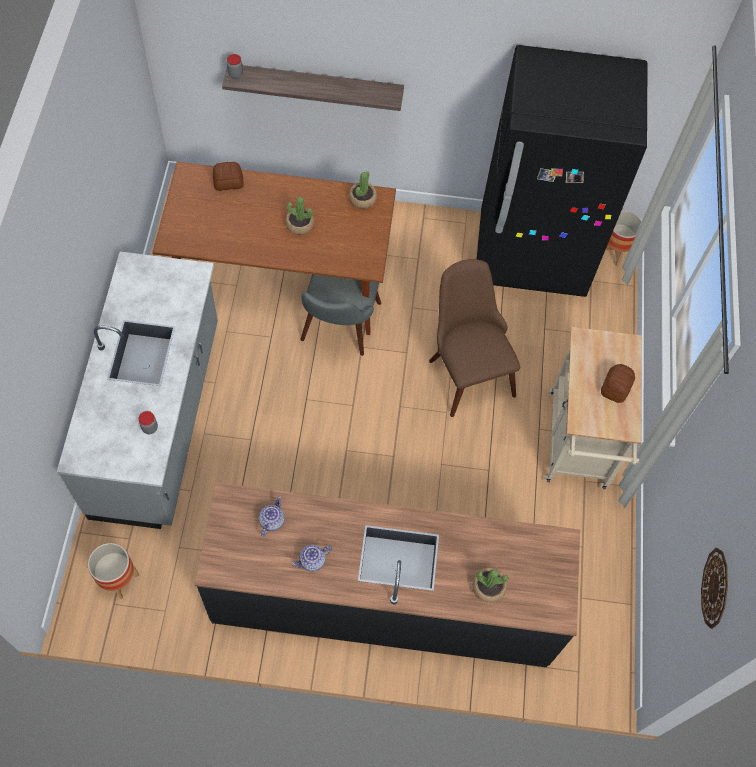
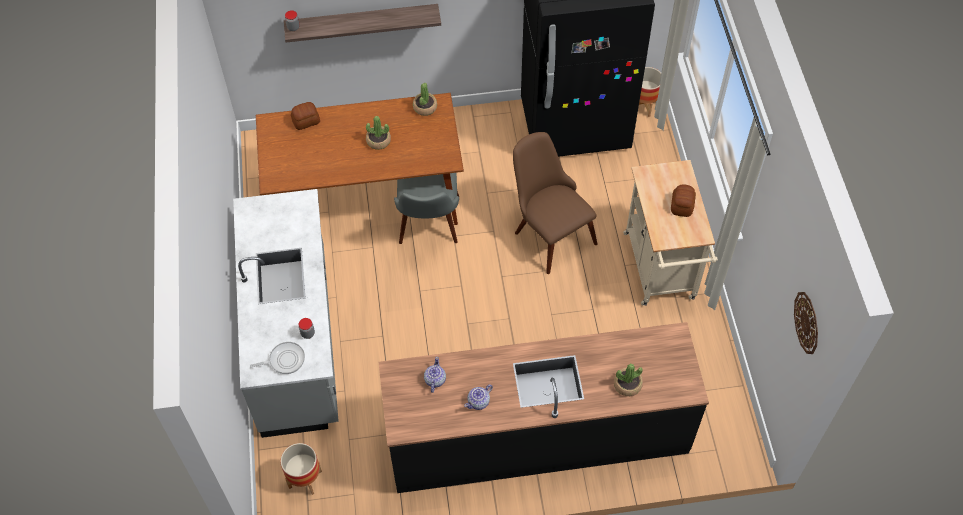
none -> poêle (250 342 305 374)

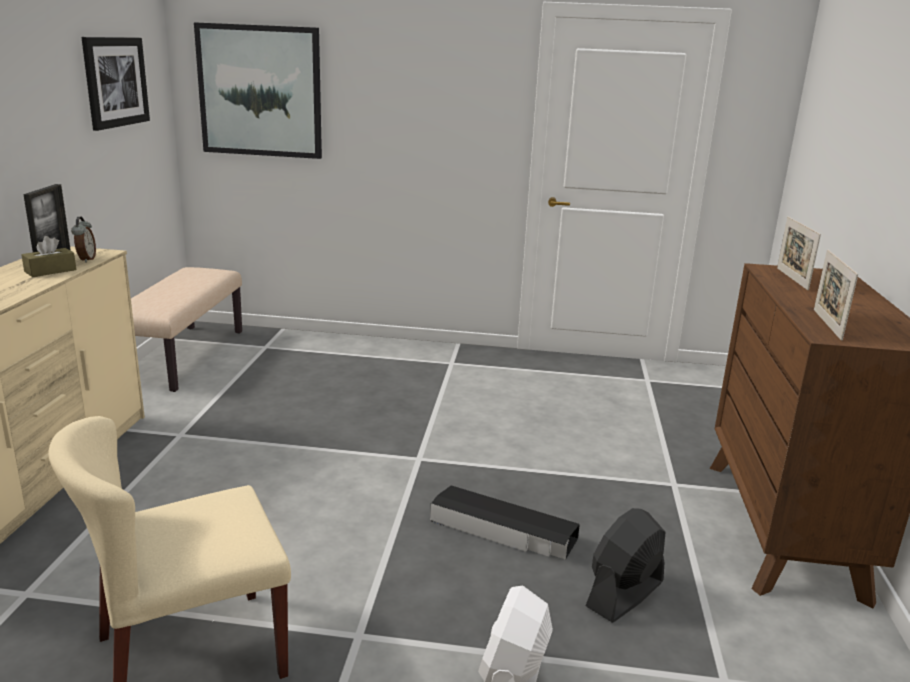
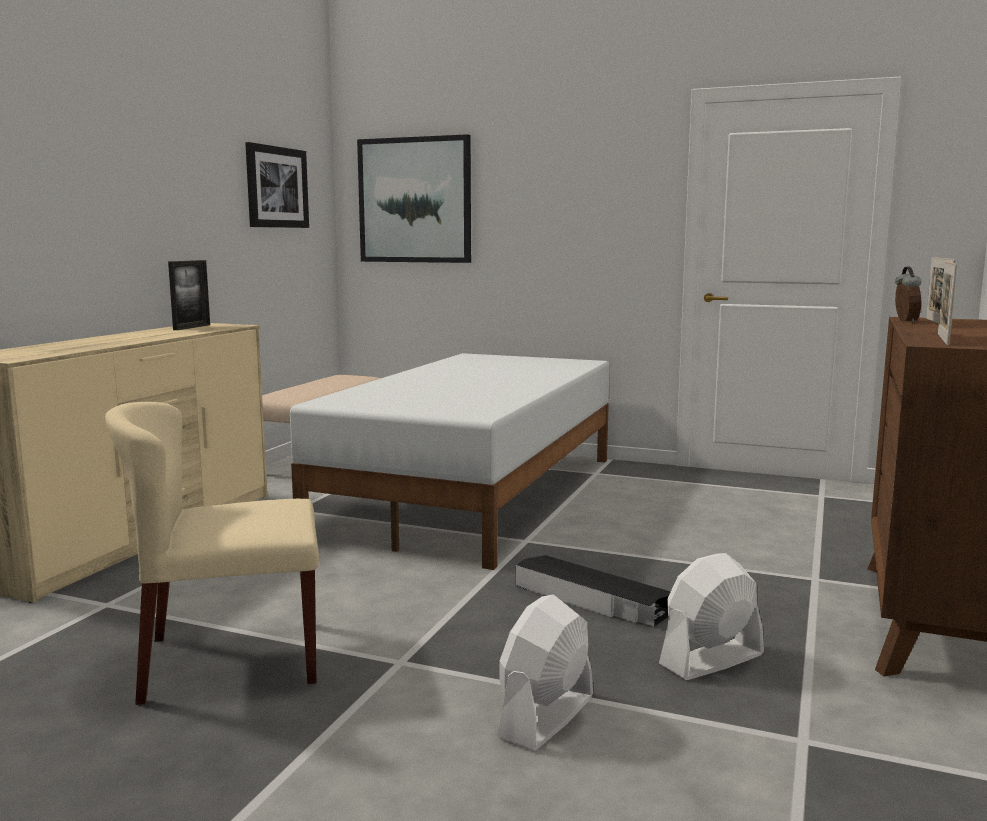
boîte à mouchoirs/marron (21 236 77 277) -> none
none -> lit/blanc (290 353 609 570)
réveil (71 217 96 263) -> réveil (895 266 921 323), relocated
ventilateur/noir (586 508 666 623) -> ventilateur/blanc (659 553 764 680)

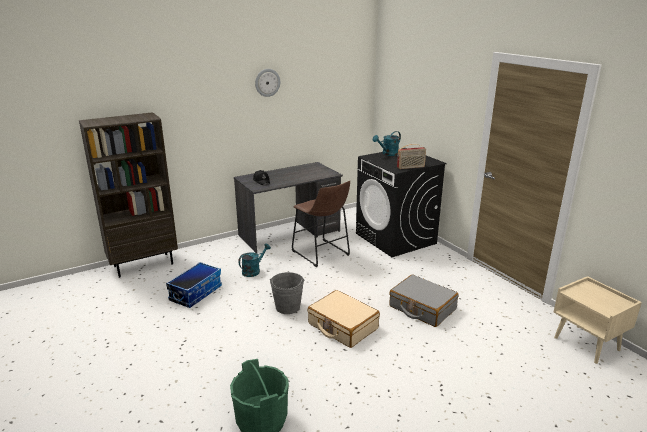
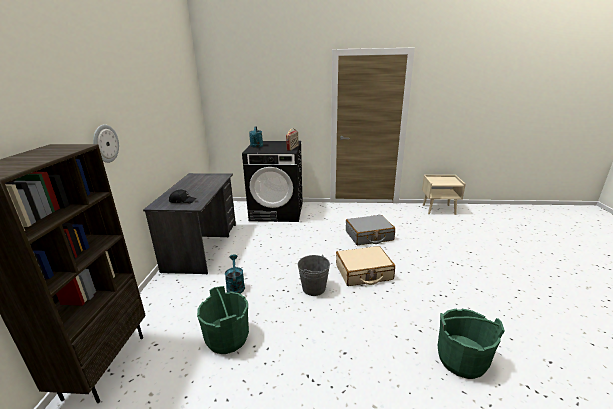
tabouret/marron (292 181 350 267) -> none
horloge murale (255 69 280 97) -> horloge murale (93 124 119 163), relocated
boîte de rangement (166 262 222 308) -> seau/vert (197 286 249 354)

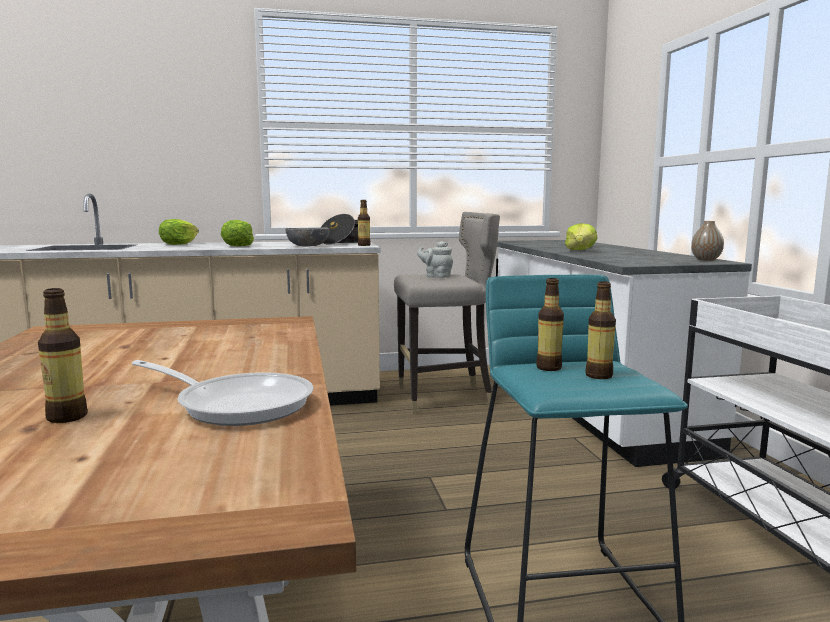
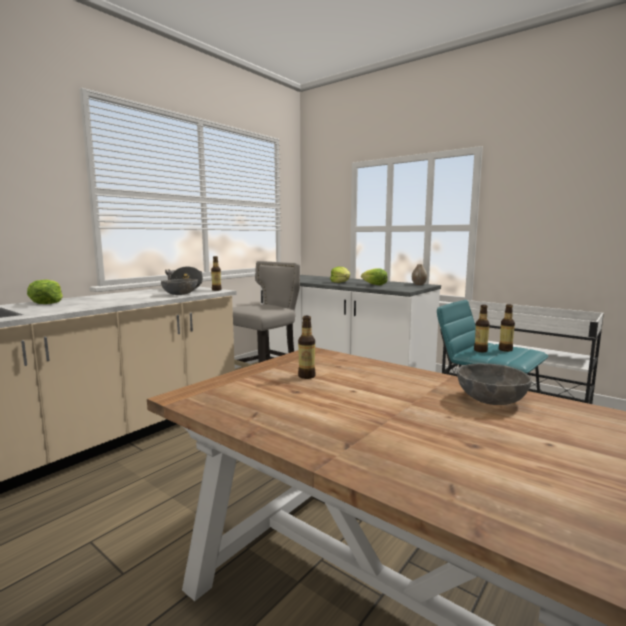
théière/gris (417 241 453 278) -> none
bouteille (38 288 88 423) -> bouteille (298 316 316 379), relocated
laitue (221 220 254 246) -> laitue (361 268 388 285), relocated
poêle (131 360 314 426) -> bol/gris (457 364 532 405)

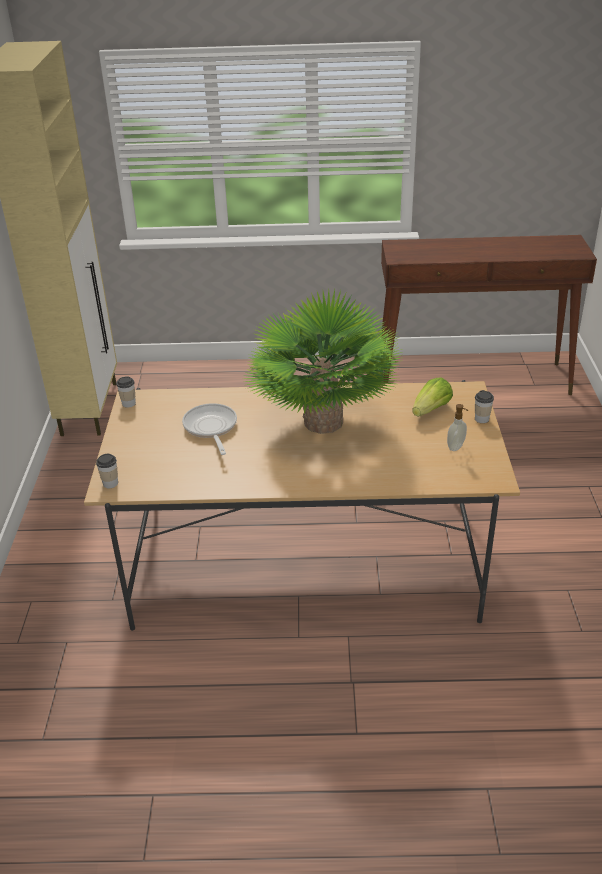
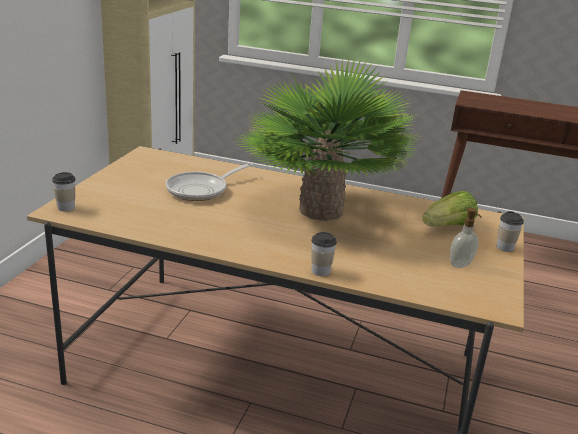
tasse (116 376 136 408) -> tasse (311 232 337 276), relocated
poêle (182 403 237 455) -> poêle (166 162 255 201), 135 degrees counterclockwise

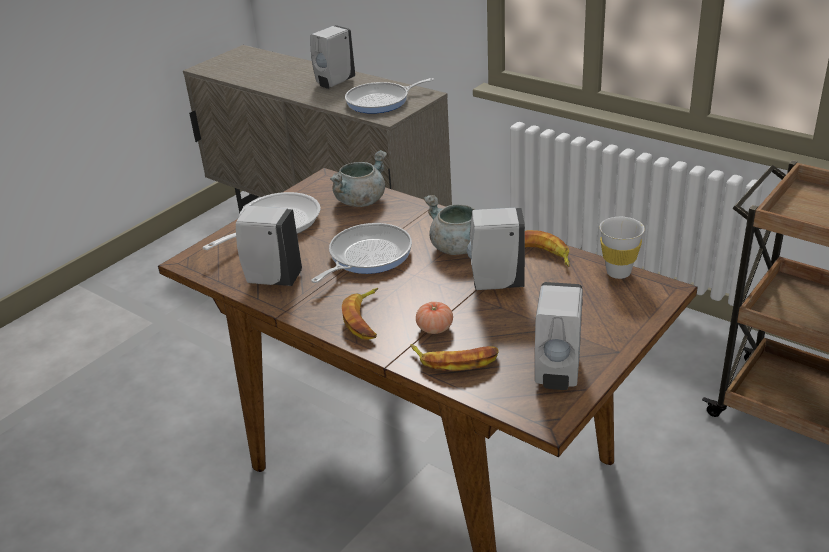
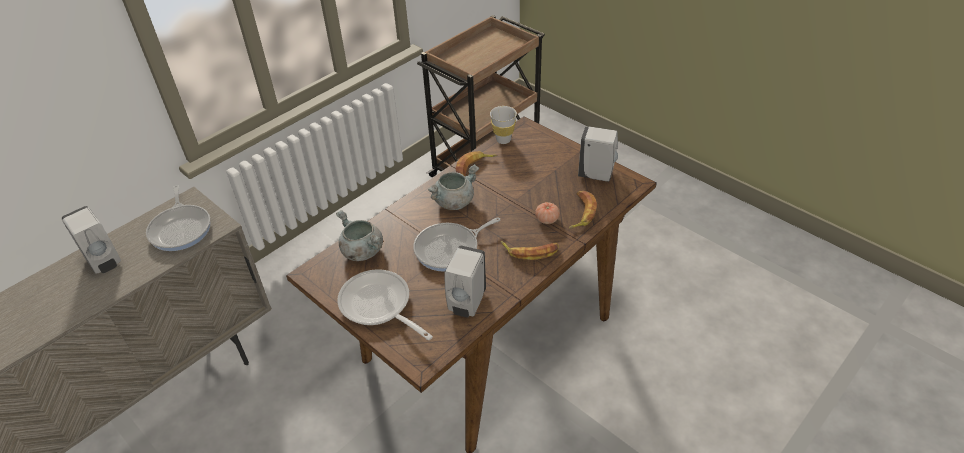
distributeur de savon/blanc (467 207 525 290) -> none
poêle (311 223 412 283) -> poêle (414 217 500 272), 75 degrees counterclockwise

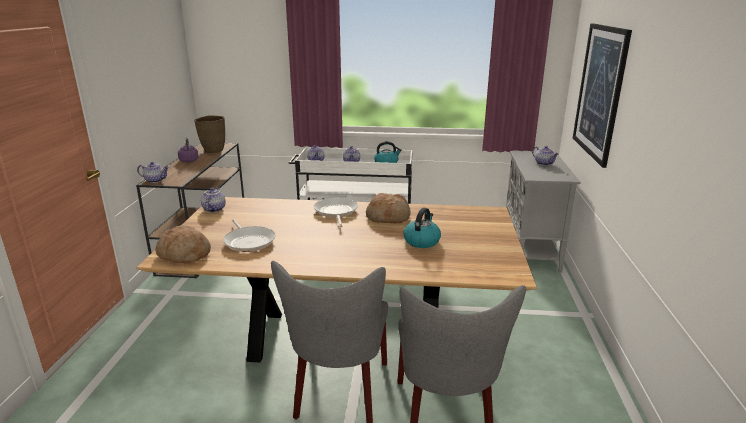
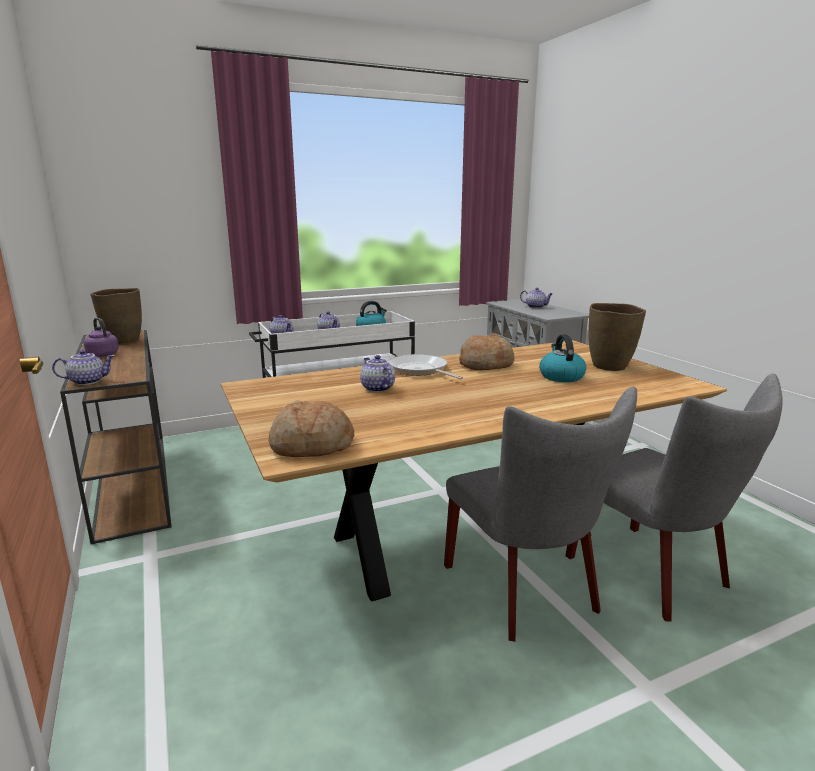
poêle (223 219 276 252) -> none
tableau (573 24 632 168) -> none
none -> vase/marron (588 303 646 371)
théière (201 187 226 212) -> théière (360 355 395 392), relocated

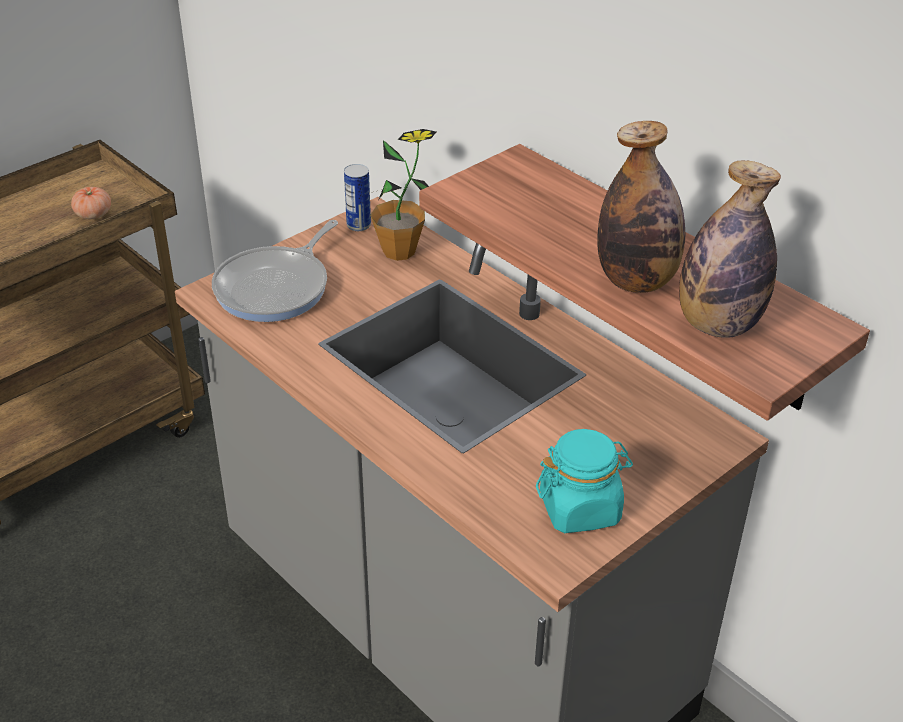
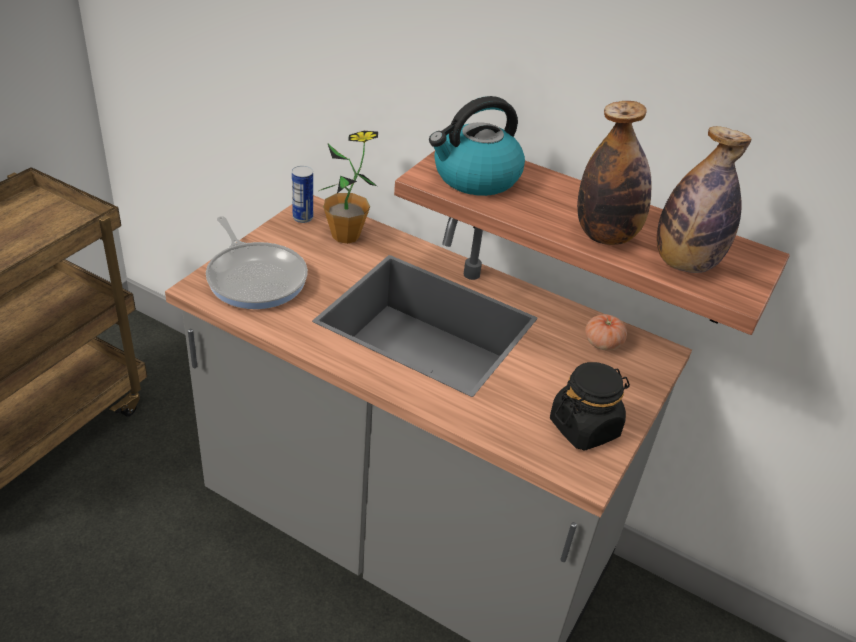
none -> bouilloire (429 96 525 196)
tomate (71 187 111 219) -> tomate (585 314 627 351), relocated
bocal/turquoise (536 429 633 533) -> bocal/noir (550 362 630 451)
poêle (212 220 338 322) -> poêle (206 216 308 309), 45 degrees counterclockwise

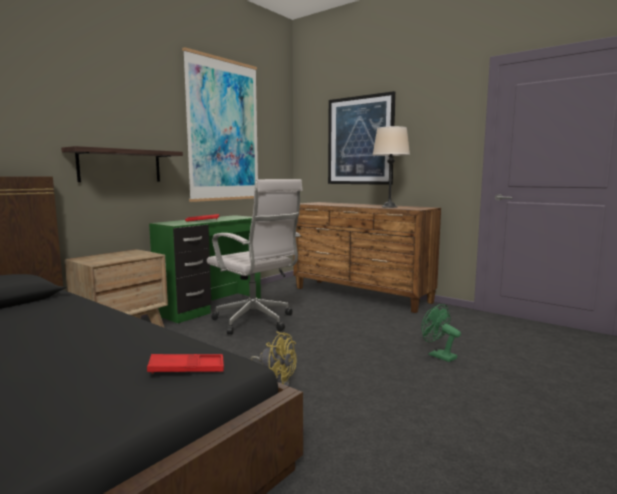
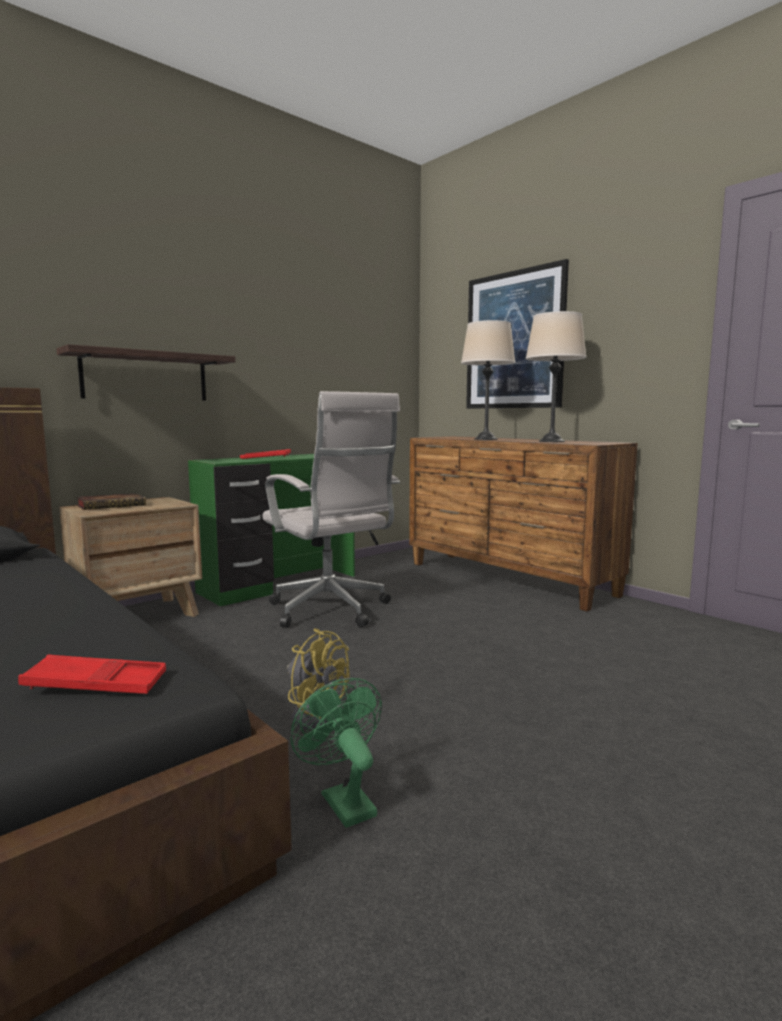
tableau (182 47 258 202) -> none
none -> livre (76 494 146 510)
none -> lampe de table/beige (461 320 516 440)
ventilateur/vert (421 304 461 362) -> ventilateur/vert (290 678 382 828), relocated

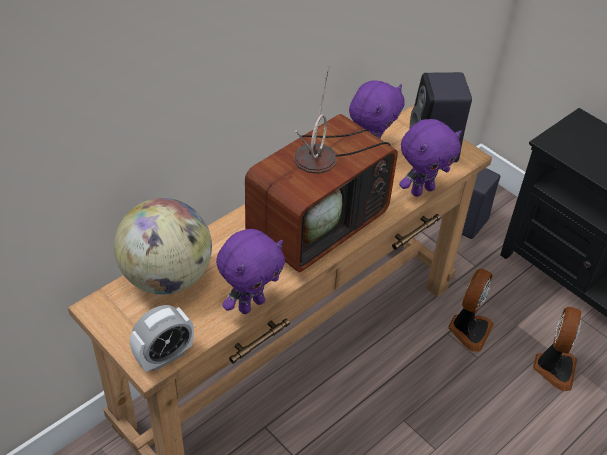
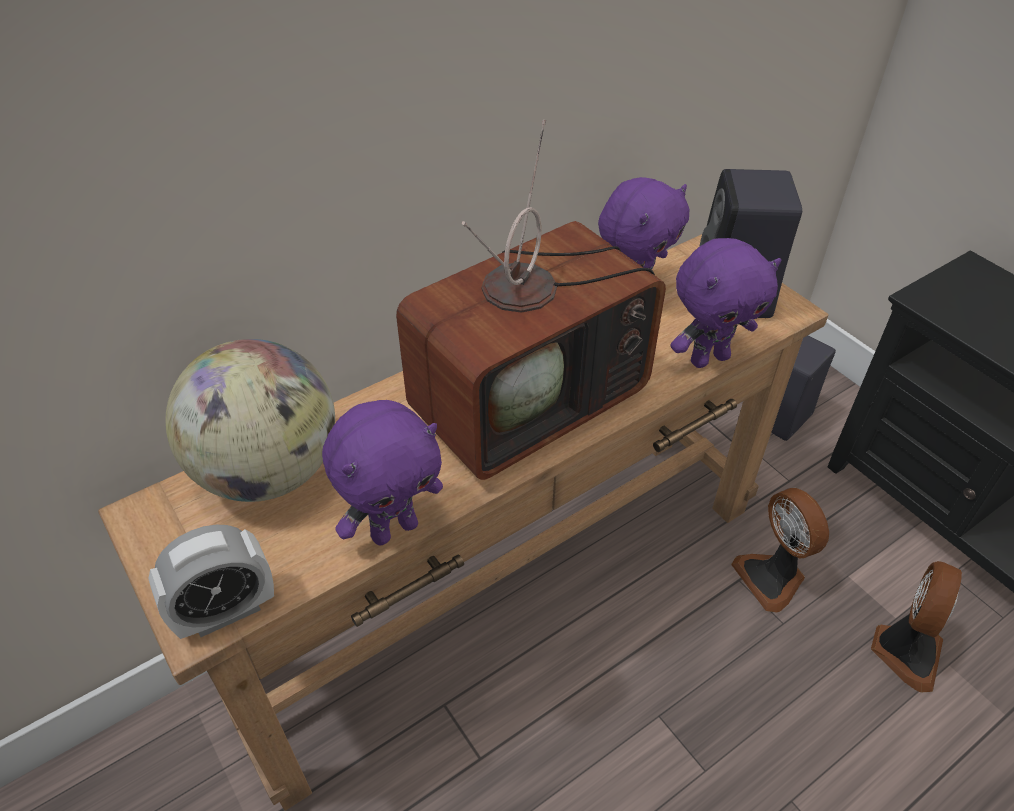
ventilateur (448 269 494 352) -> ventilateur (731 488 829 613), 120 degrees clockwise

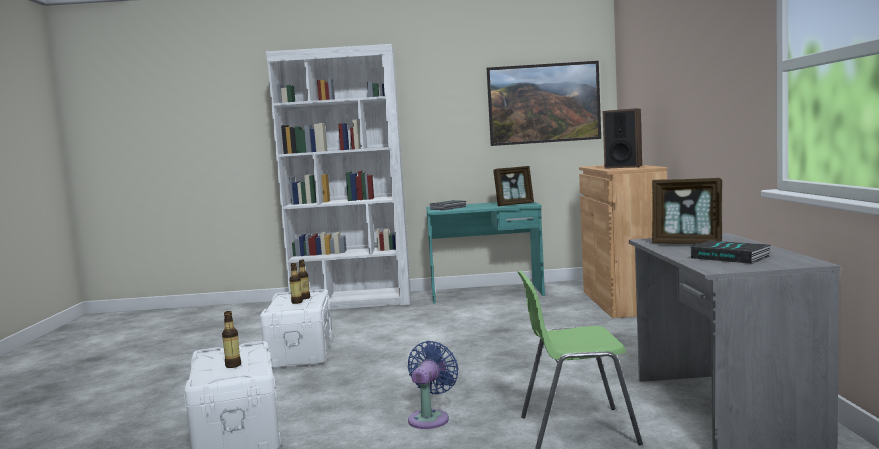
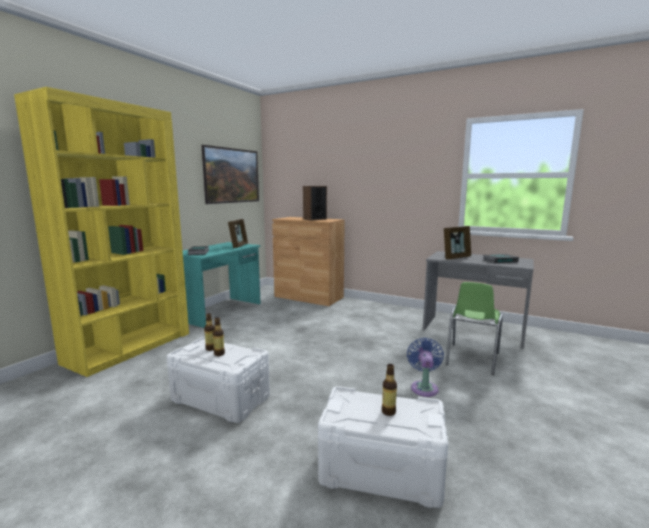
bibliothèque/blanc (266 44 411 310) -> bibliothèque/jaune (14 87 189 377)
ventilateur/bleu (407 341 458 429) -> ventilateur/bleu (407 338 444 397), 45 degrees clockwise

